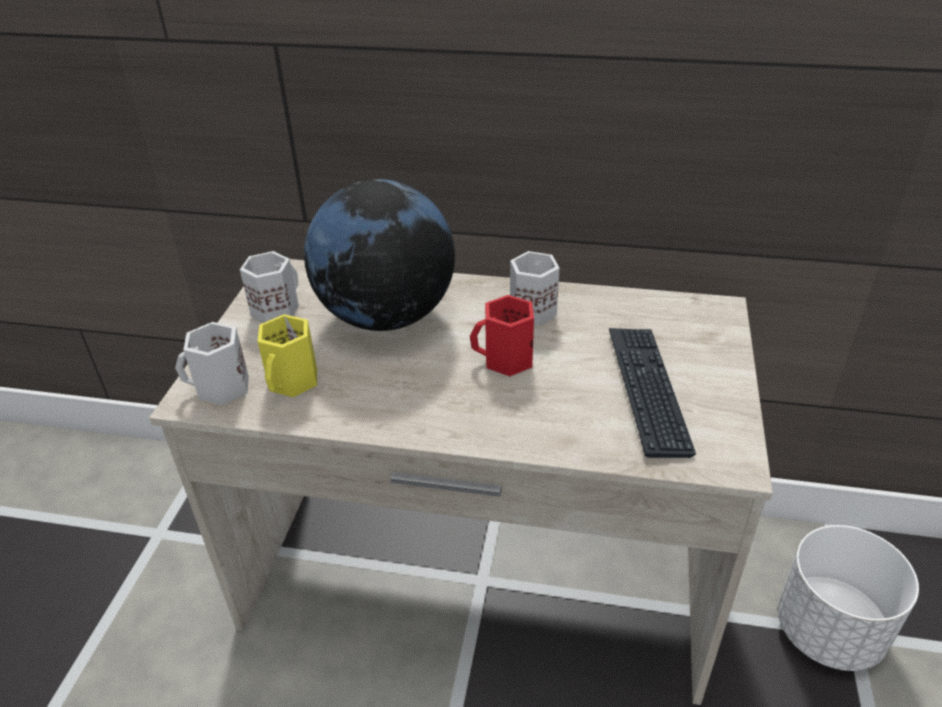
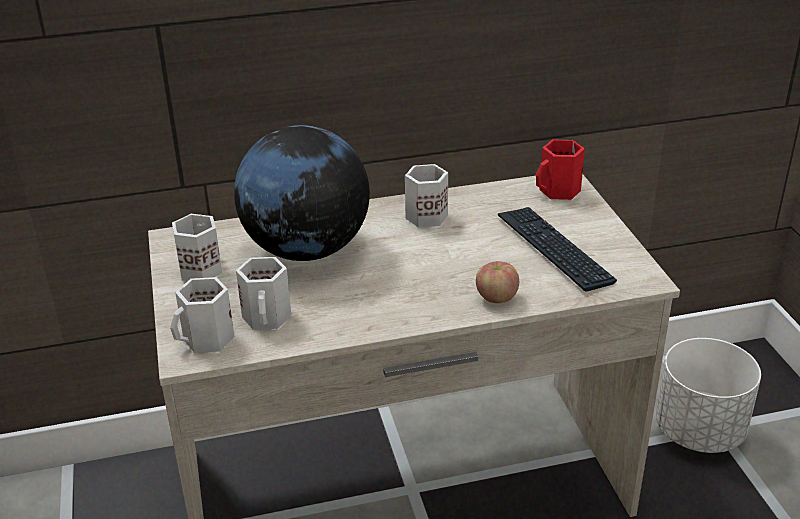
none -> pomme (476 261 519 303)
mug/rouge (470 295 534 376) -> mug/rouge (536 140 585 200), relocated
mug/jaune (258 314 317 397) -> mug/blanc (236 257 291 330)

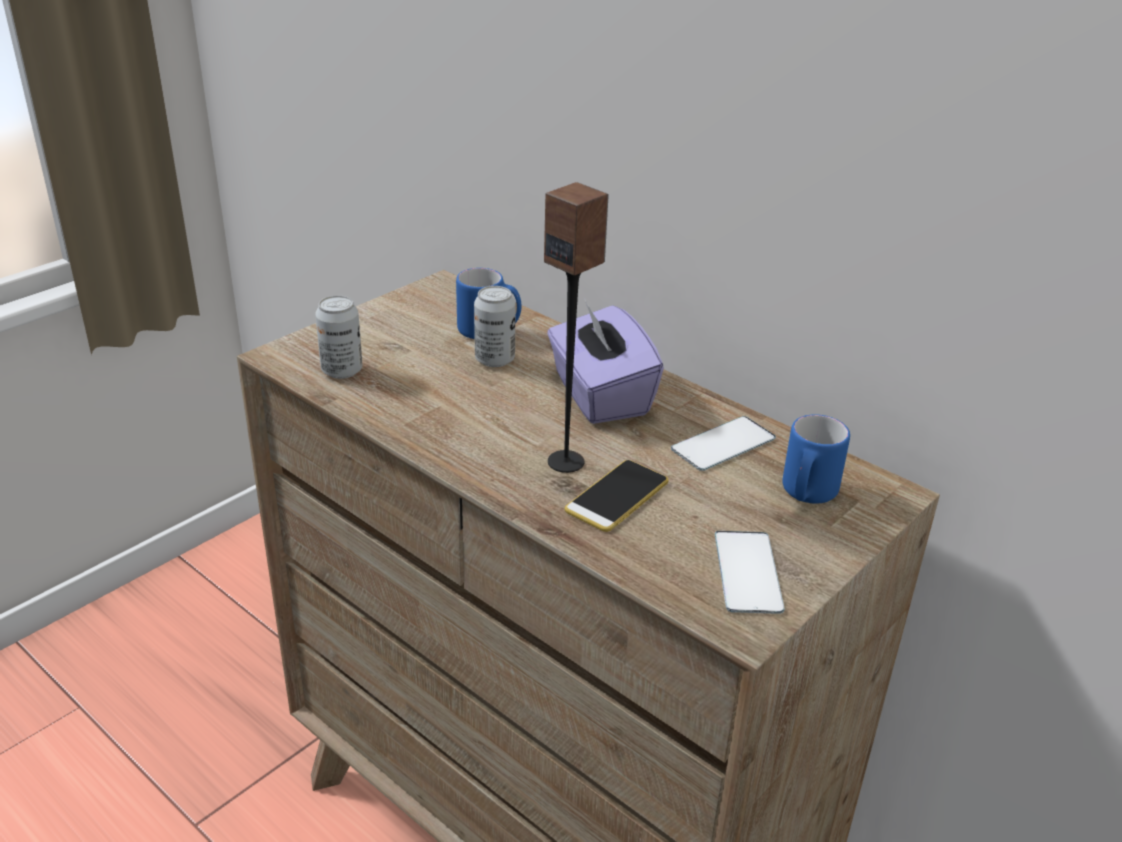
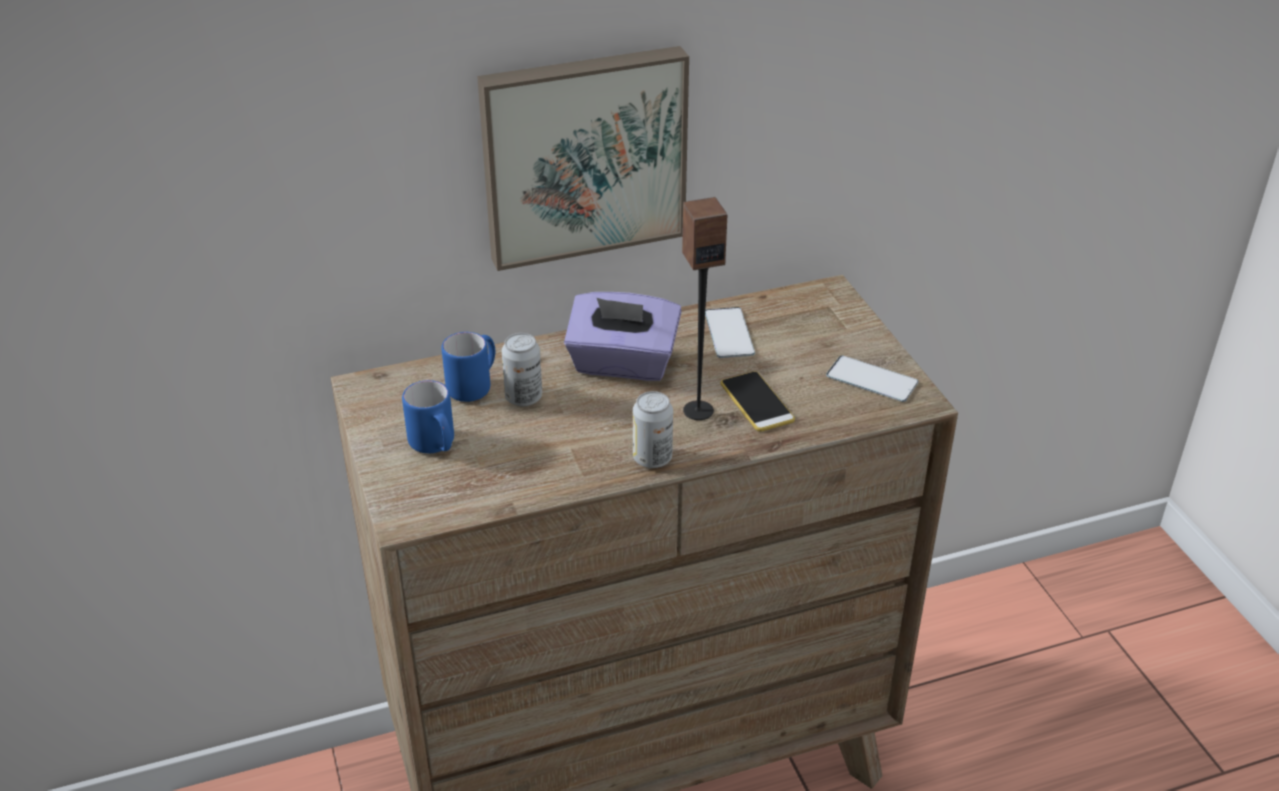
none -> tableau (477 46 689 271)
boîte métallique (315 295 362 379) -> boîte métallique (633 391 673 468), relocated
mug/bleu (782 414 850 504) -> mug/bleu (402 380 454 453), relocated

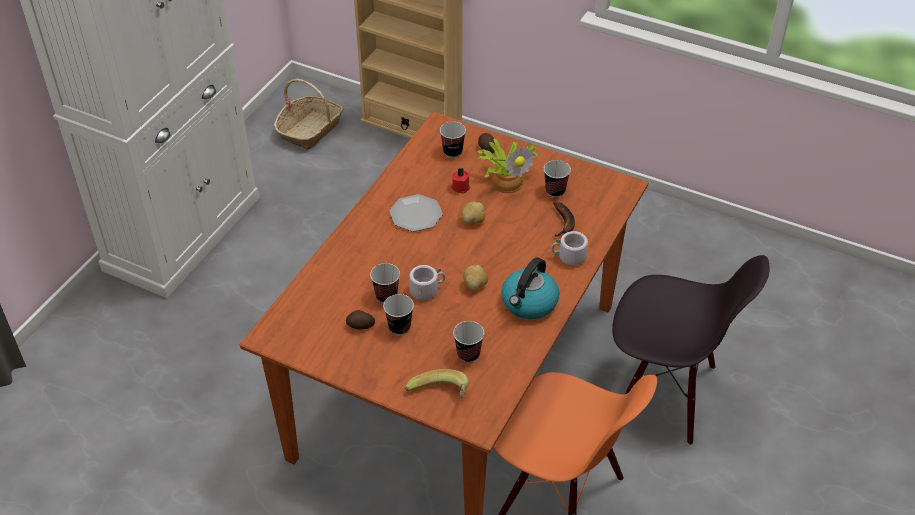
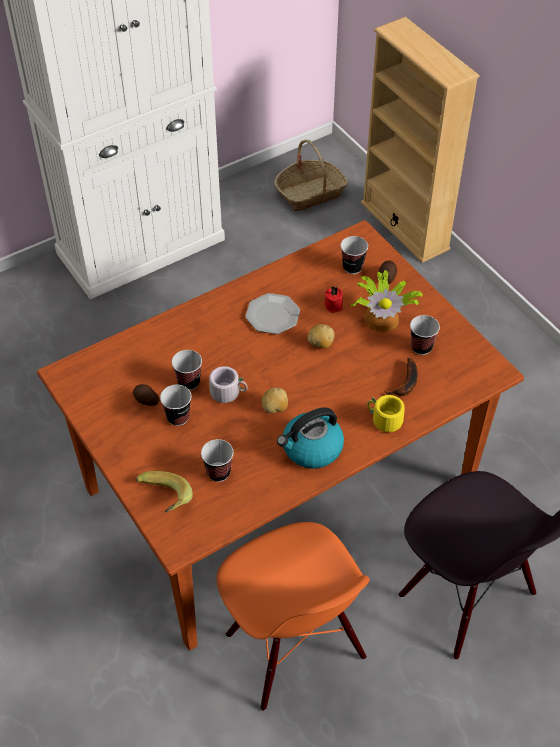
mug/gris (551 231 589 268) -> mug/jaune (367 395 405 441)

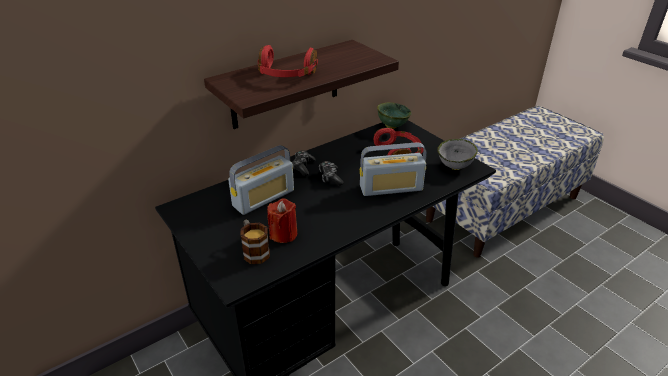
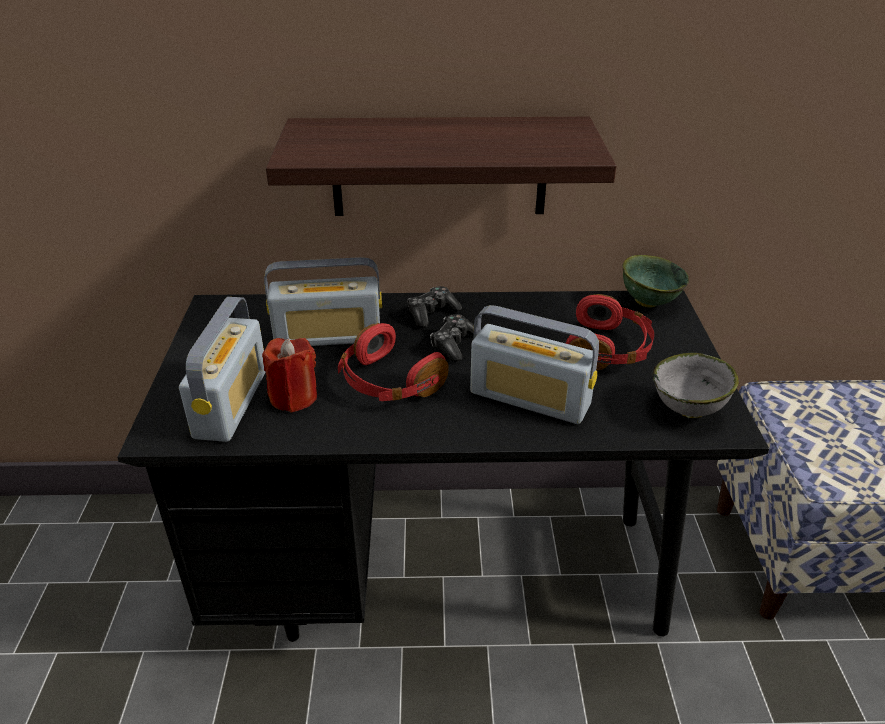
casque audio/rouge (258 45 318 77) -> casque audio/rouge (338 323 449 401), relocated
mug (240 220 270 264) -> radio (179 297 265 442)

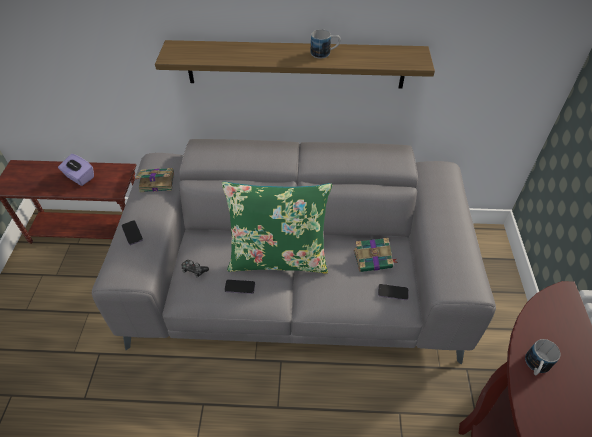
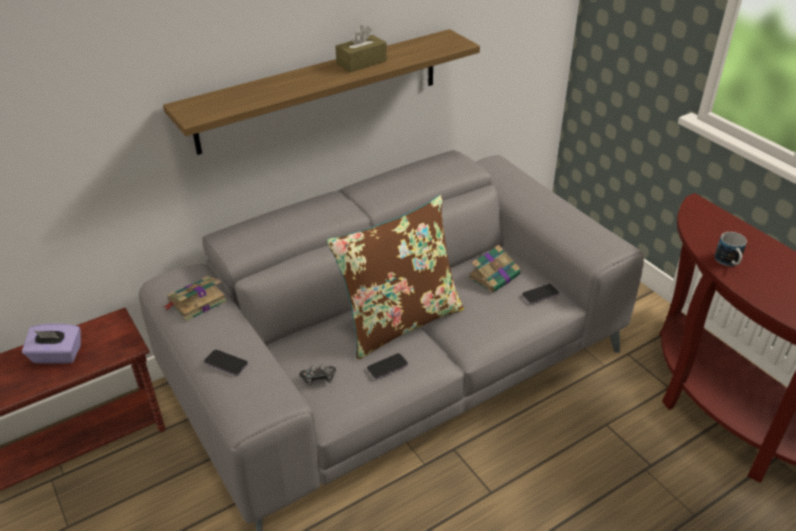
mug (311 29 341 58) -> boîte à mouchoirs/marron (335 25 387 72)
coussin/vert (222 182 332 274) -> coussin/marron (327 195 464 360)

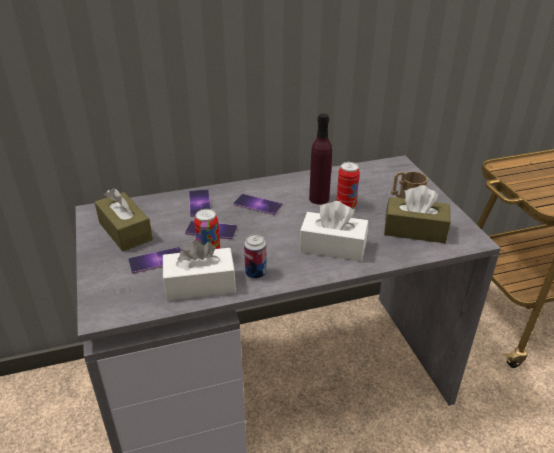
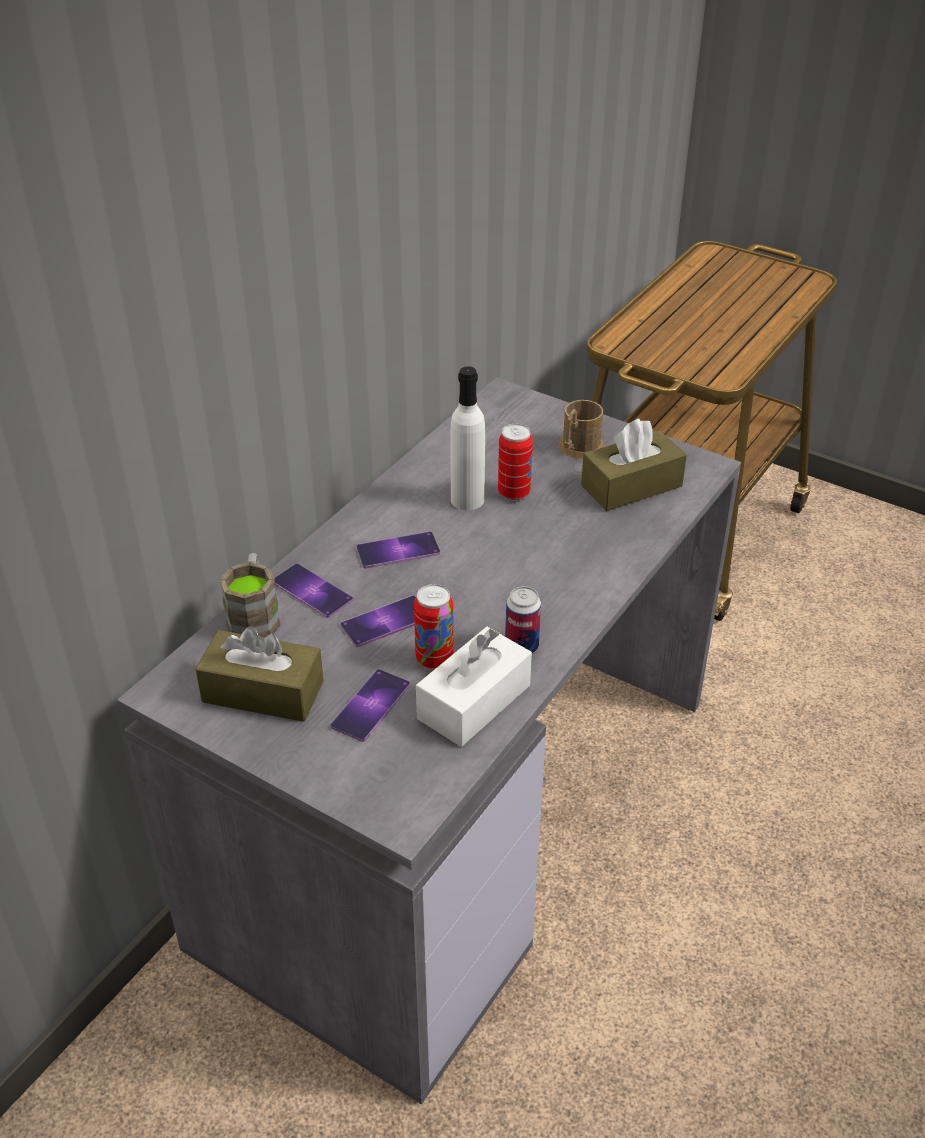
boîte à mouchoirs/blanc (300 201 368 261) -> none
none -> mug/marron (219 553 281 638)
bouteille/violet (309 113 332 205) -> bouteille/blanc (451 366 485 510)

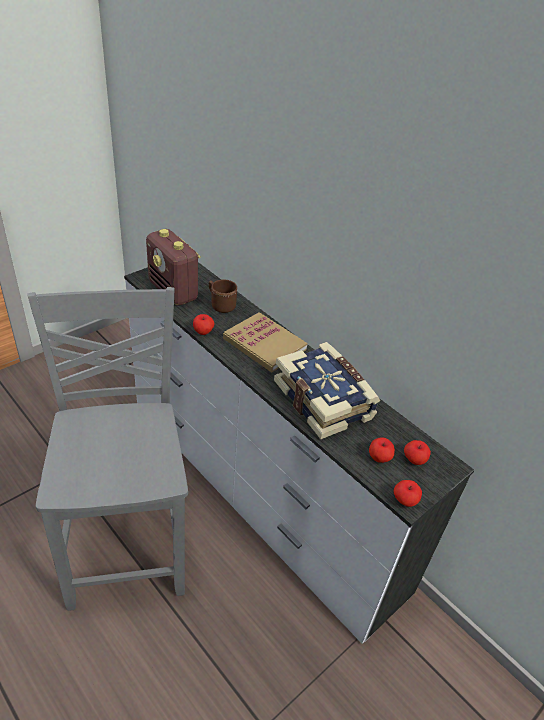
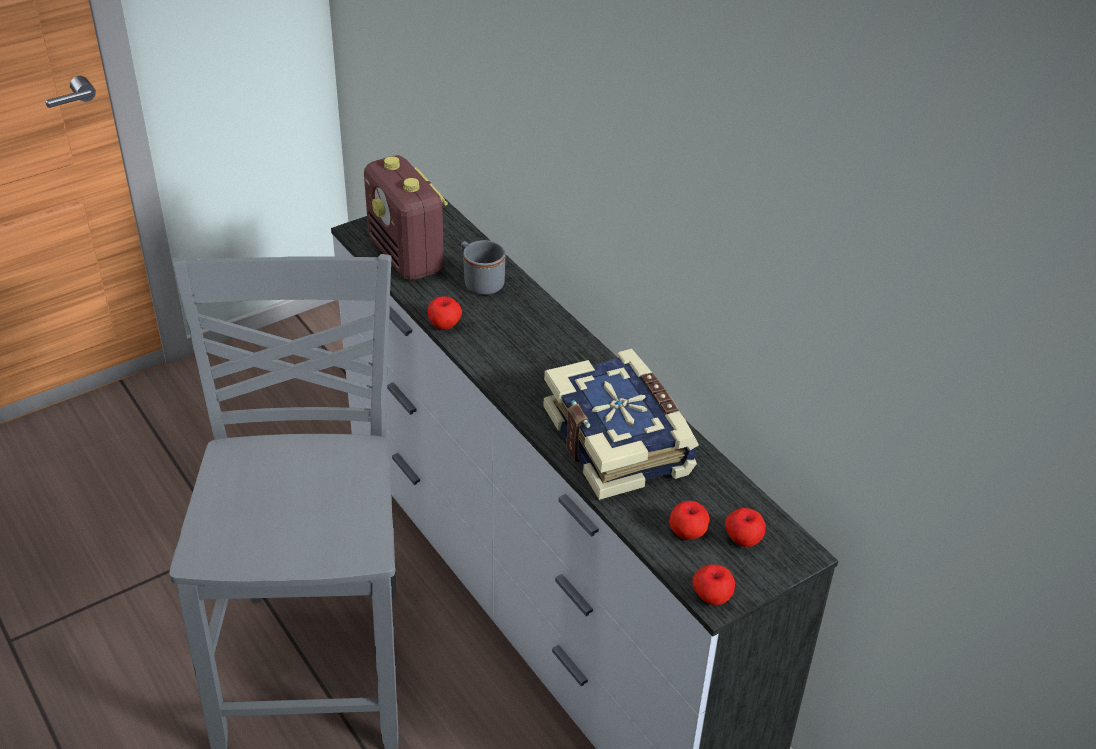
livre (223 312 307 372) -> none
mug/marron (209 280 237 313) -> mug/gris (461 240 505 295)

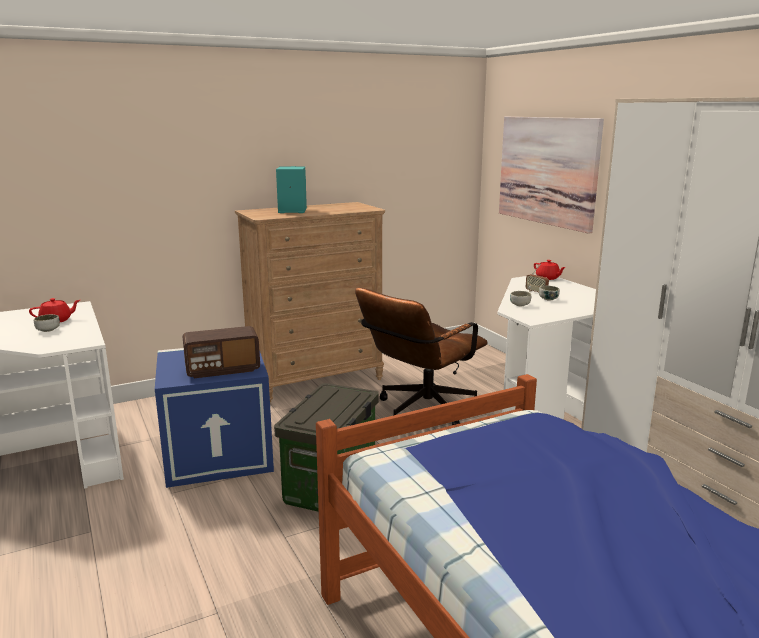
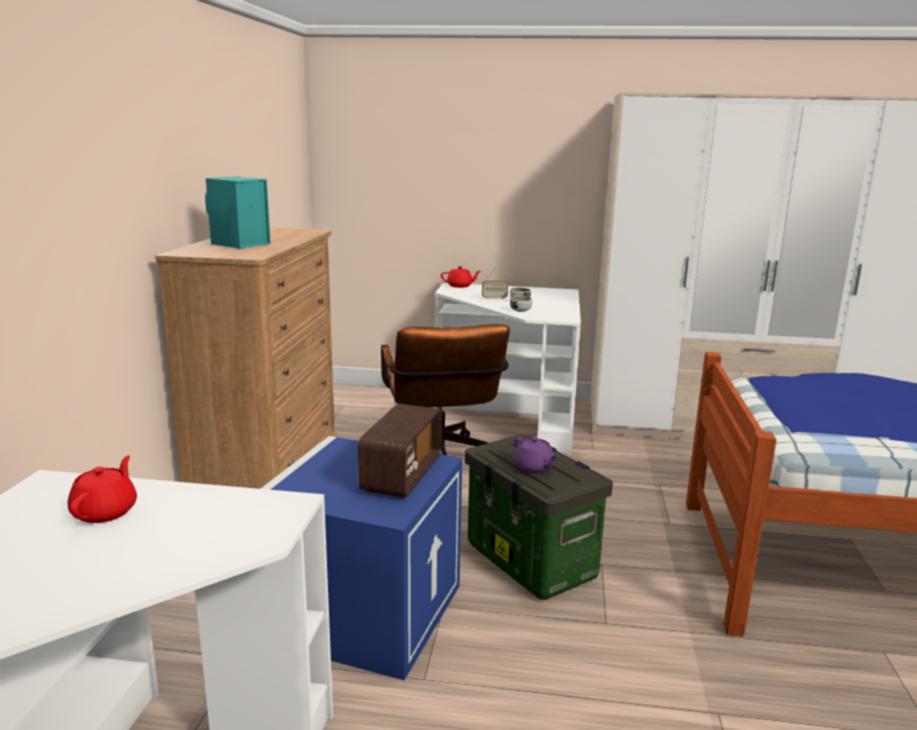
bol (34 314 60 332) -> none
tableau (499 117 604 234) -> none
none -> théière/violet (513 437 559 473)

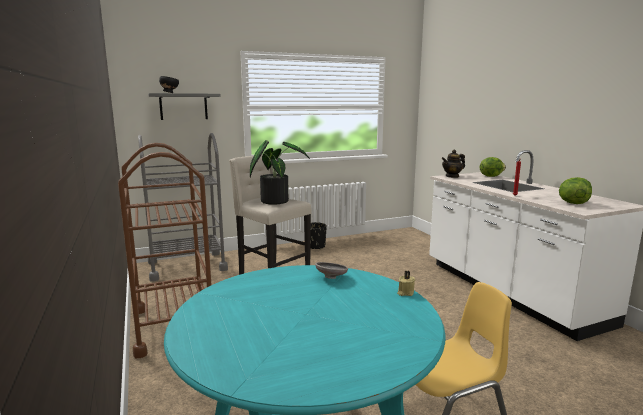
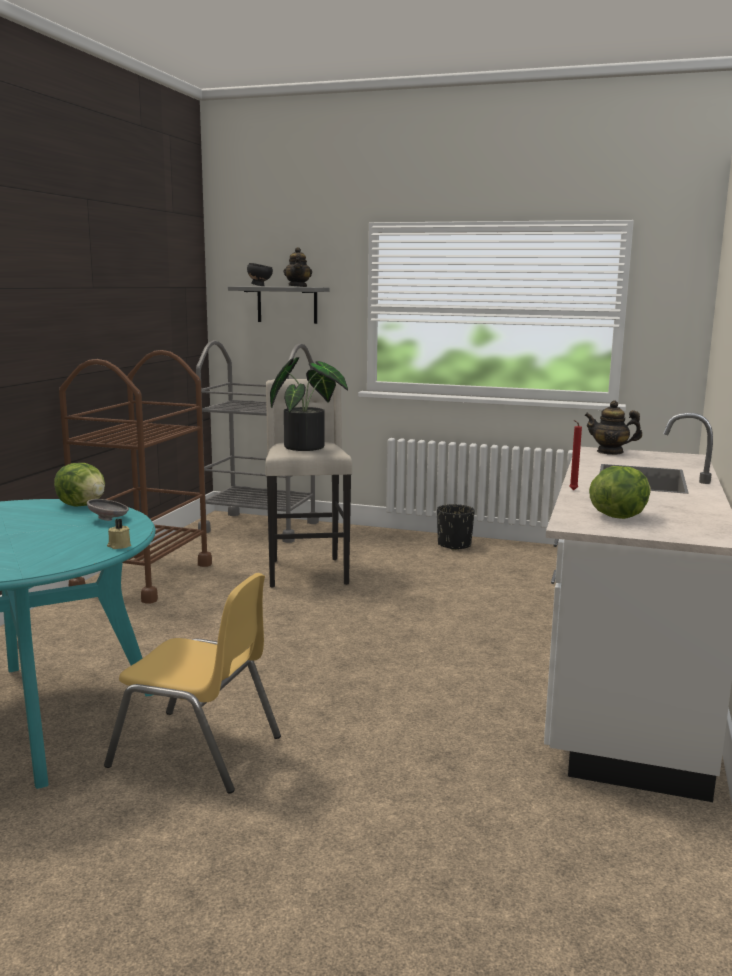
none -> théière (283 247 312 287)
laitue (480 157 506 177) -> laitue (54 463 105 507), relocated

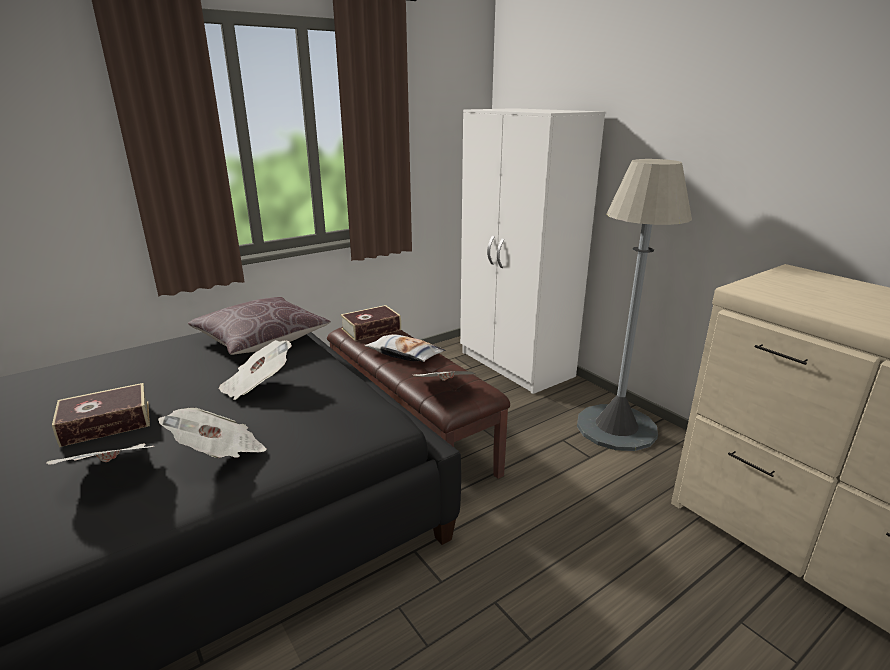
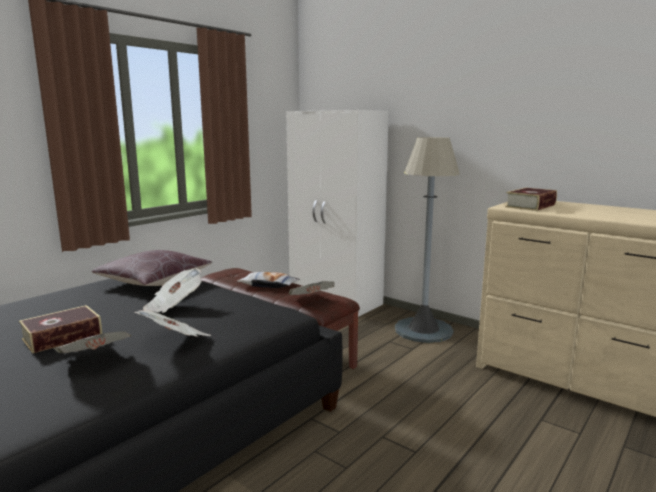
livre (340 305 401 341) -> livre (505 188 557 211), relocated

